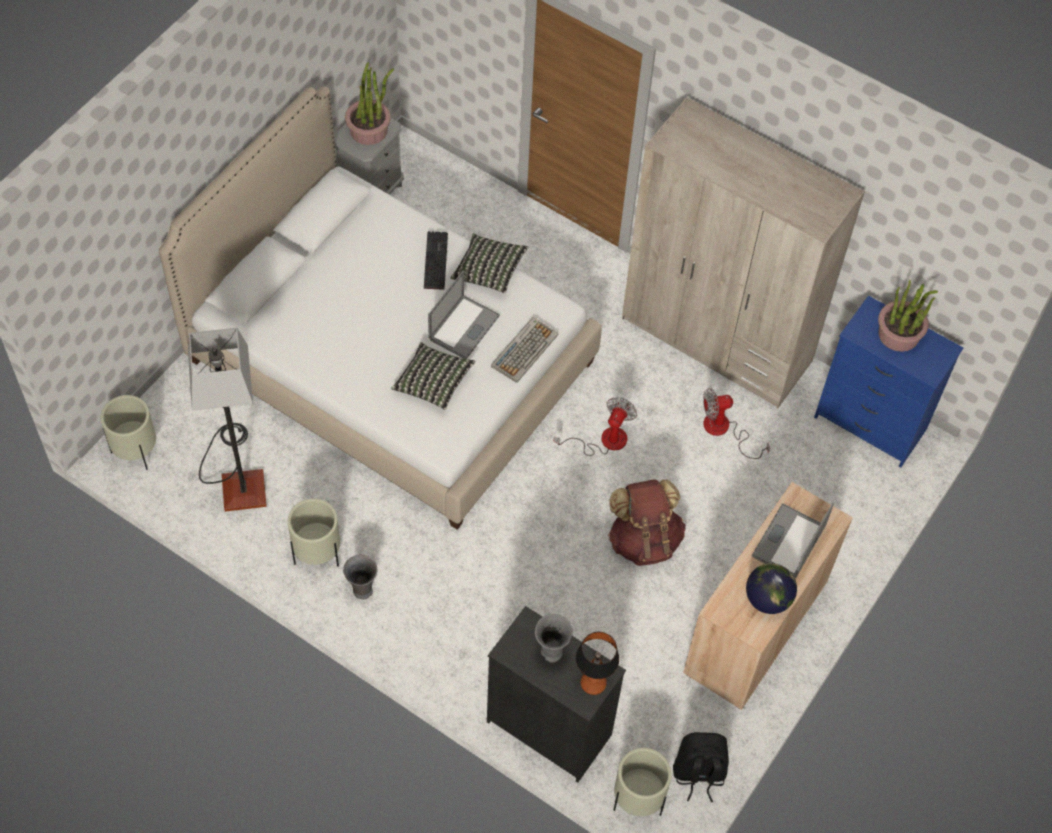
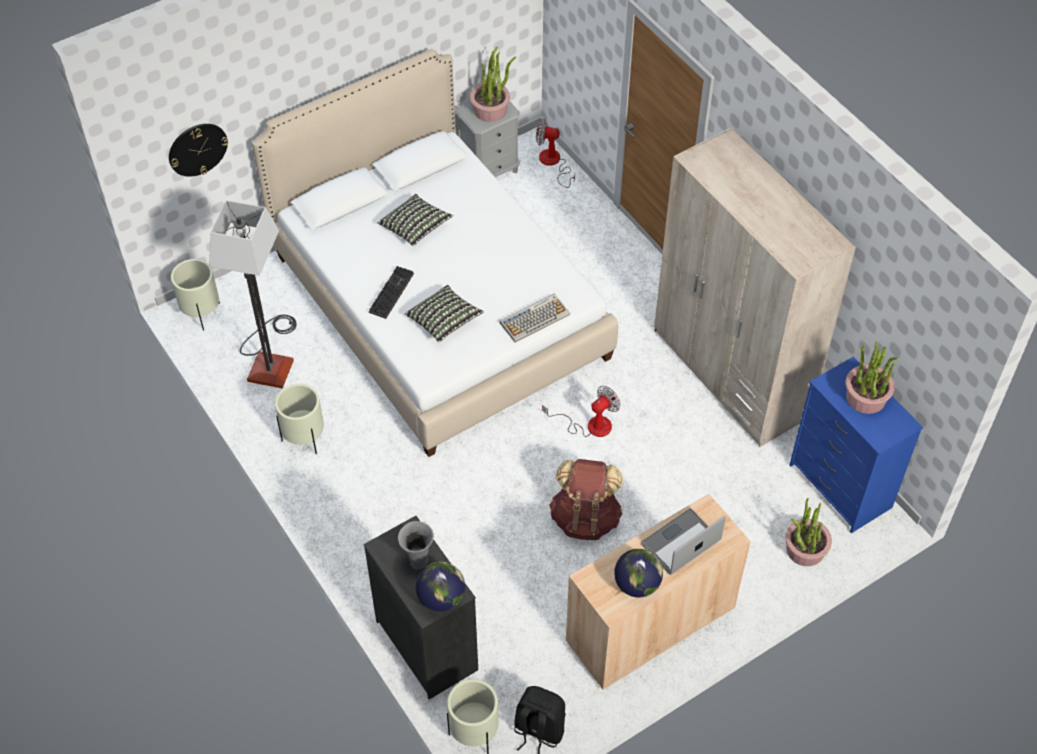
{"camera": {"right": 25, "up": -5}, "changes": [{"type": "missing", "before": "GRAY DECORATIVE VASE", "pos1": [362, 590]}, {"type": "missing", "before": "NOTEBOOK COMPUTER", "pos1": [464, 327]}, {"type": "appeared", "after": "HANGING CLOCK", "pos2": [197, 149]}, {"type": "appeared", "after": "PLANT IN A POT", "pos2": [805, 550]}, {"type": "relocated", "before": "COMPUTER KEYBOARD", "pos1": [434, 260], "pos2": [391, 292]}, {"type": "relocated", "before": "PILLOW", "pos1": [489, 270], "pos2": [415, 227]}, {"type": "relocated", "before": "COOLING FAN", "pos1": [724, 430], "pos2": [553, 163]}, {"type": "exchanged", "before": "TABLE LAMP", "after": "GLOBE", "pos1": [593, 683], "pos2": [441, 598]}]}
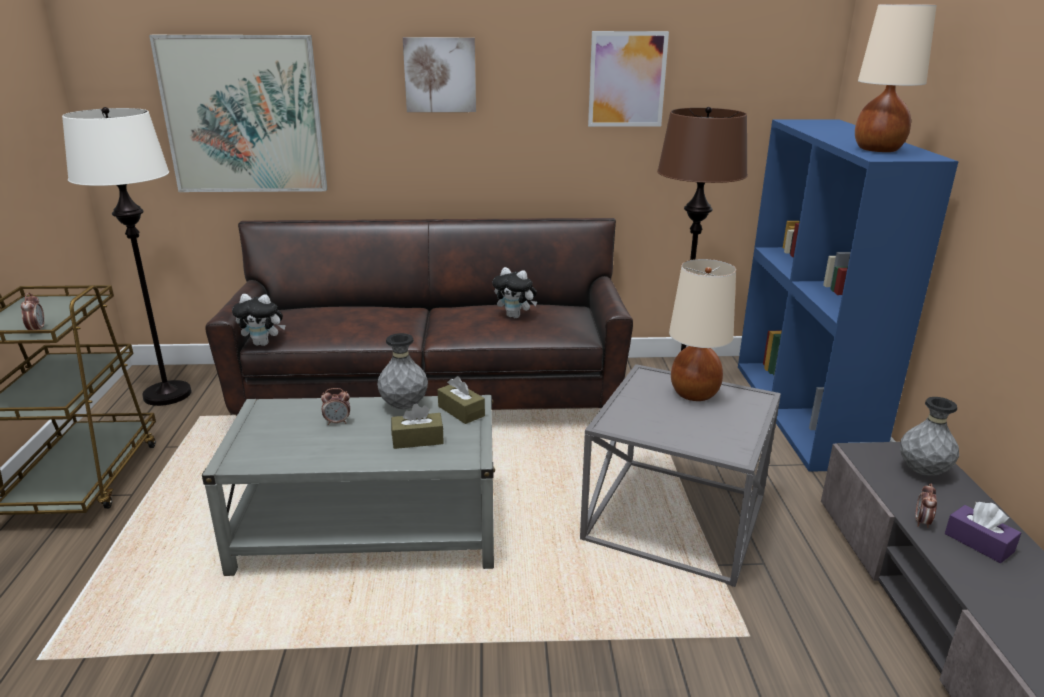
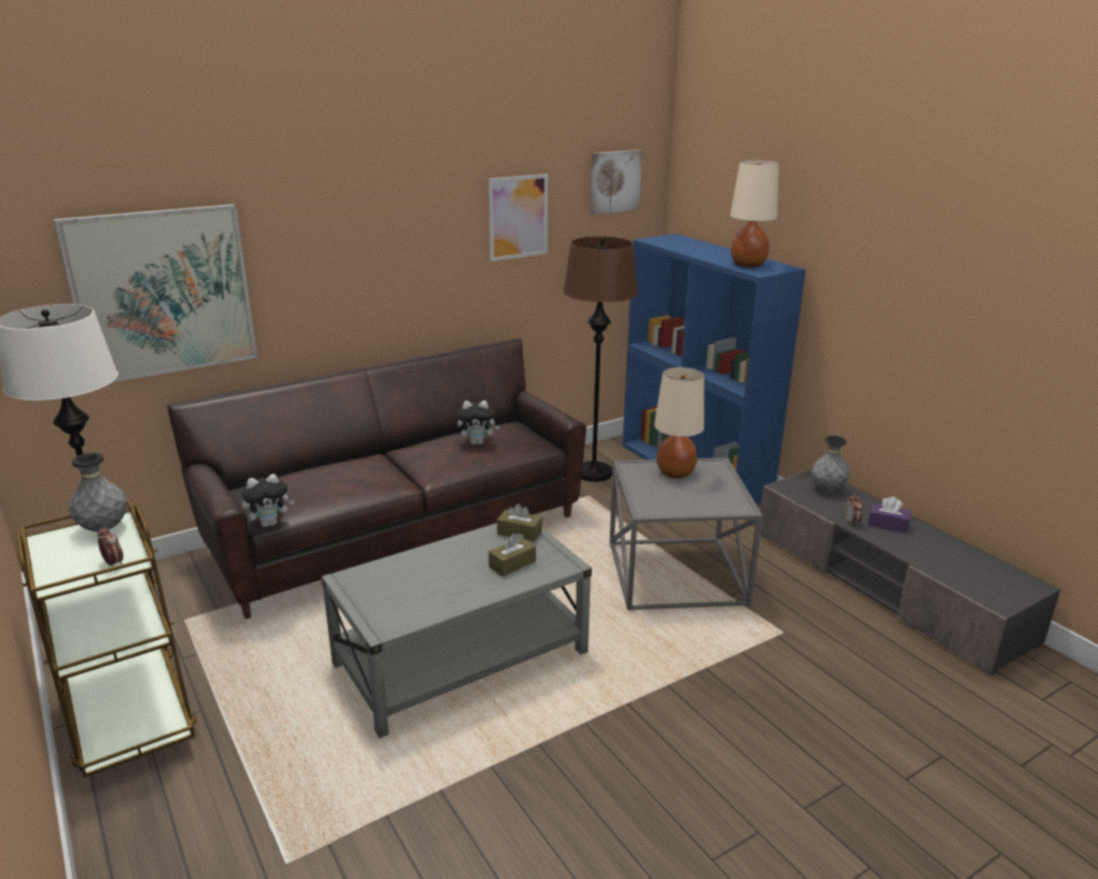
{"camera": {"right": -30, "up": 0}, "changes": [{"type": "missing", "before": "TABLE CLOCK", "pos1": [337, 422]}, {"type": "relocated", "before": "GRAY DECORATIVE VASE", "pos1": [404, 406], "pos2": [104, 528]}, {"type": "relocated", "before": "PICTURE", "pos1": [440, 75], "pos2": [614, 181]}]}
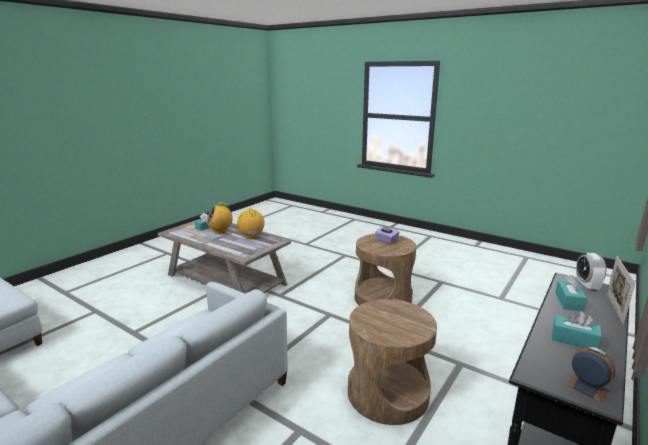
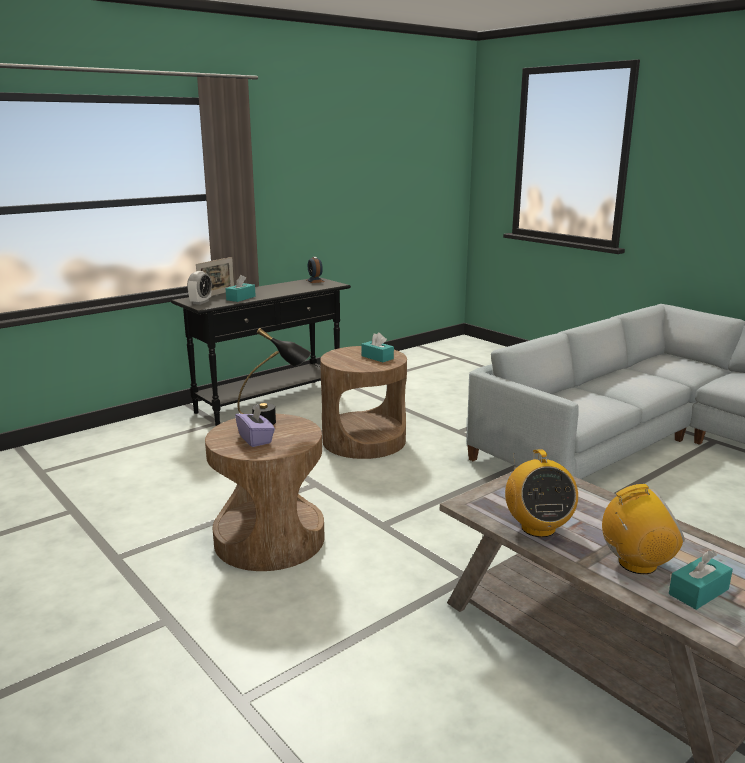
{"camera": {"right": -165, "up": 0}, "changes": [{"type": "appeared", "after": "BLACKISH TABLE LAMP", "pos2": [276, 421]}, {"type": "relocated", "before": "TURQUOISE-COLOURED TISSUE HOLDER", "pos1": [574, 340], "pos2": [377, 357]}]}
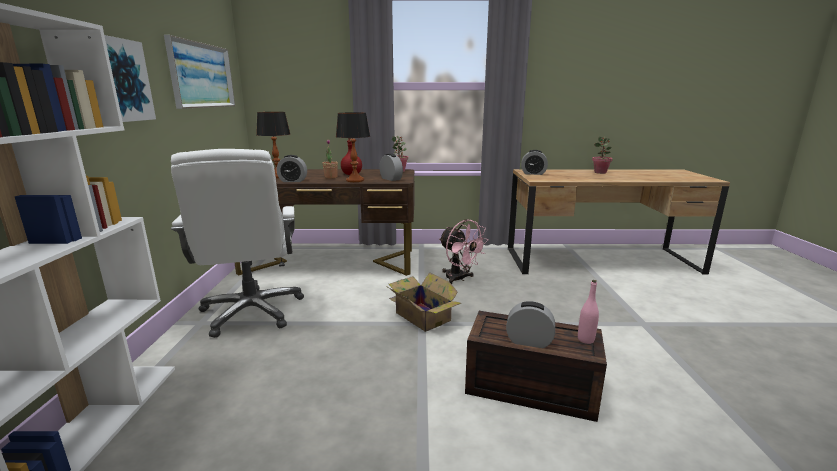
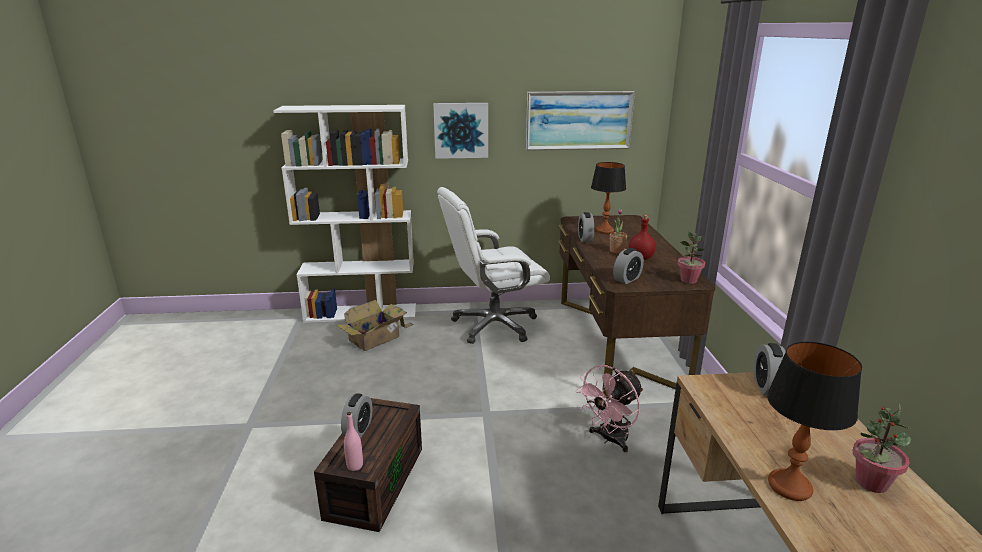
{"camera": {"right": 85, "up": 5}, "changes": [{"type": "relocated", "before": "TABLE LAMP", "pos1": [355, 180], "pos2": [790, 486]}, {"type": "relocated", "before": "PACKING BOX", "pos1": [421, 315], "pos2": [376, 338]}]}
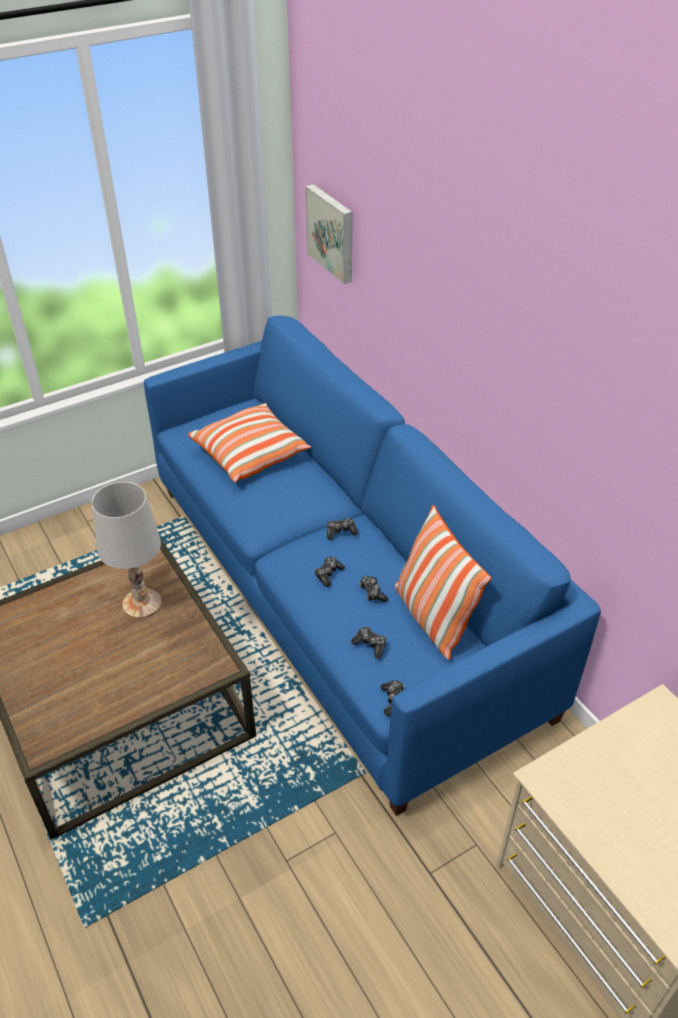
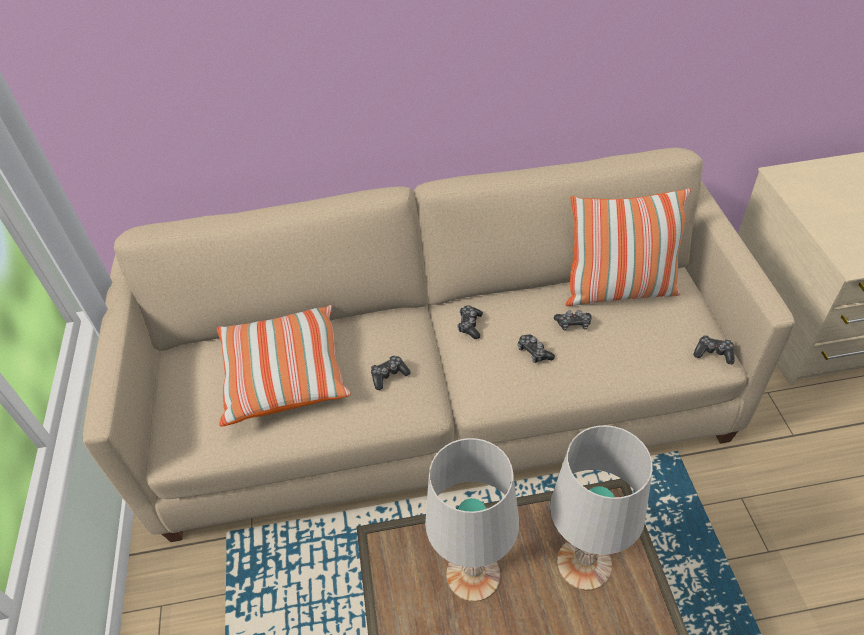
{"camera": {"right": -65, "up": 5}, "changes": [{"type": "missing", "before": "PICTURE", "pos1": [332, 233]}, {"type": "appeared", "after": "WHITE TABLE LAMP", "pos2": [585, 563]}, {"type": "relocated", "before": "GAME CONTROLLER", "pos1": [370, 645], "pos2": [389, 375]}, {"type": "colour", "before": "BLUE-COLOURED SOFA", "after": "SAND-COLOURED SOFA", "pos1": [340, 593], "pos2": [440, 403]}]}
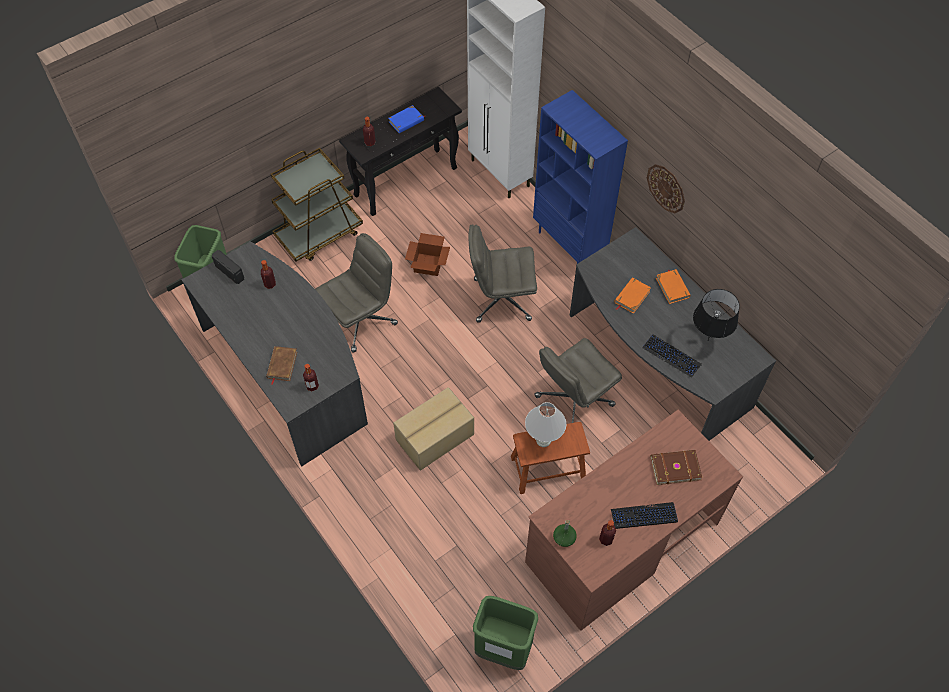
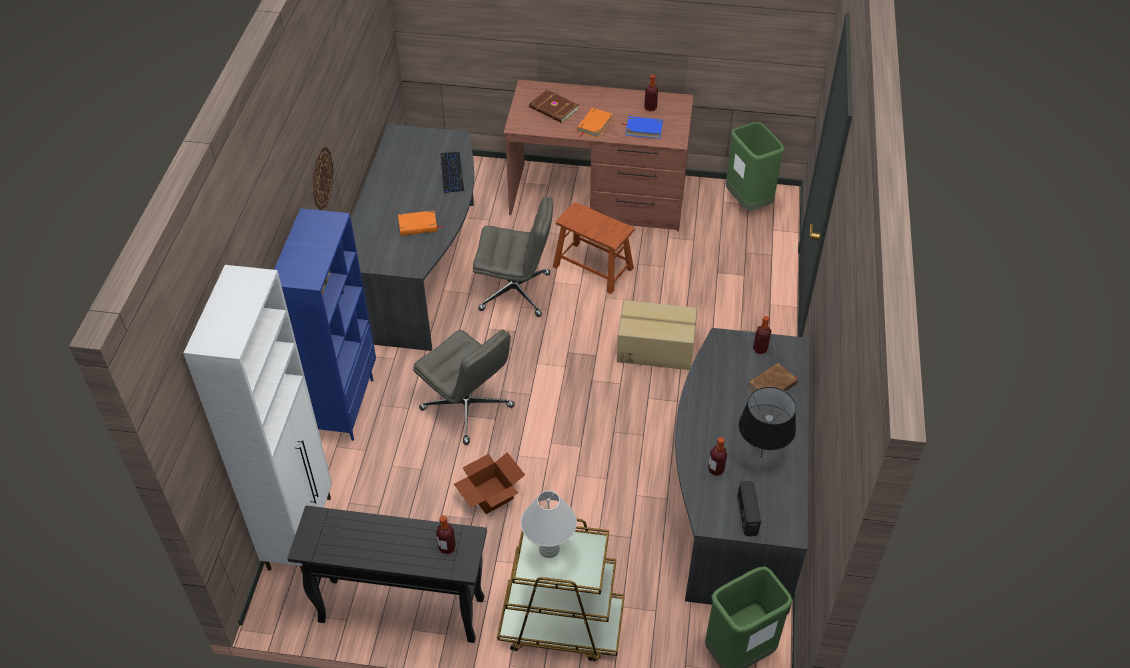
{"camera": {"right": -135, "up": -10}, "changes": [{"type": "missing", "before": "GRAY OFFICE CHAIR", "pos1": [360, 320]}, {"type": "missing", "before": "GREEN BEVERAGE BOTTLE", "pos1": [564, 538]}, {"type": "missing", "before": "COMPUTER KEYBOARD", "pos1": [643, 516]}, {"type": "relocated", "before": "BLUE-COLOURED BOUND BOOK", "pos1": [406, 121], "pos2": [643, 129]}, {"type": "relocated", "before": "WHITE TABLE LAMP", "pos1": [543, 440], "pos2": [549, 549]}, {"type": "relocated", "before": "ORANGE-COLOURED BOUND BOOK", "pos1": [672, 287], "pos2": [594, 125]}, {"type": "relocated", "before": "BLACKISH TABLE LAMP", "pos1": [707, 340], "pos2": [761, 457]}]}
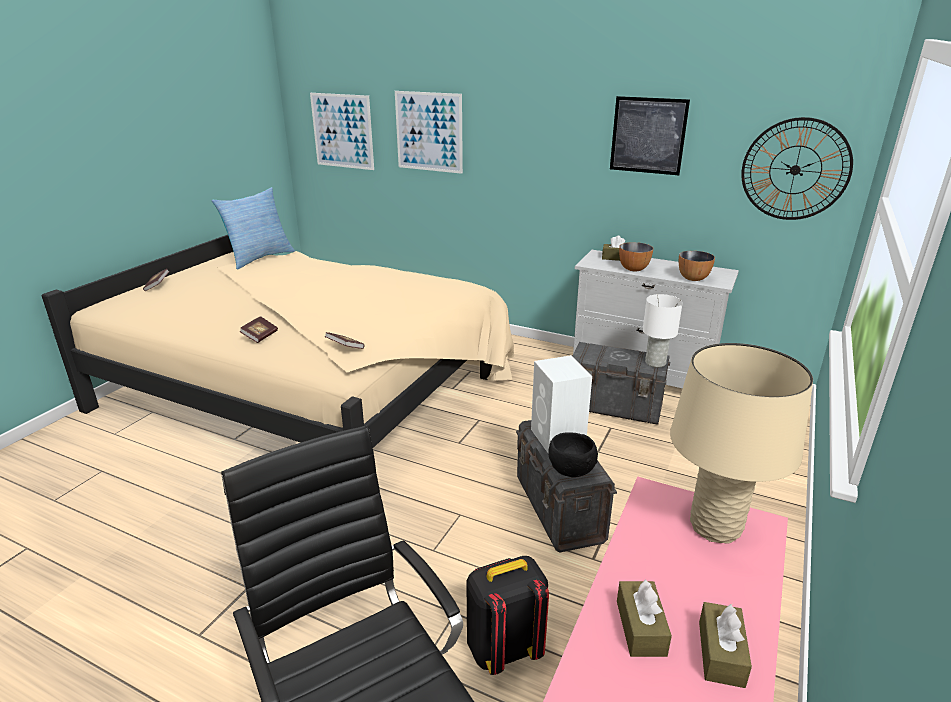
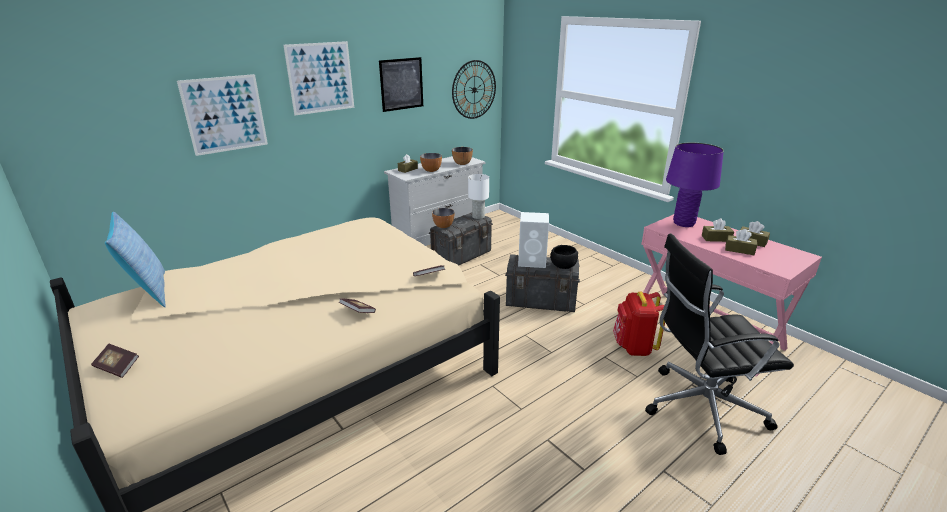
{"camera": {"right": -65, "up": 0}, "changes": [{"type": "appeared", "after": "DEEP DISH", "pos2": [443, 226]}, {"type": "appeared", "after": "BROWNISH TISSUE HOLDER", "pos2": [716, 238]}, {"type": "relocated", "before": "PICTURE", "pos1": [342, 131], "pos2": [320, 78]}, {"type": "colour", "before": "BLACKISH KNAPSACK", "after": "REDDISH KNAPSACK", "pos1": [503, 648], "pos2": [633, 347]}, {"type": "colour", "before": "SAND-COLOURED TABLE LAMP", "after": "PURPLE TABLE LAMP", "pos1": [715, 528], "pos2": [684, 223]}]}
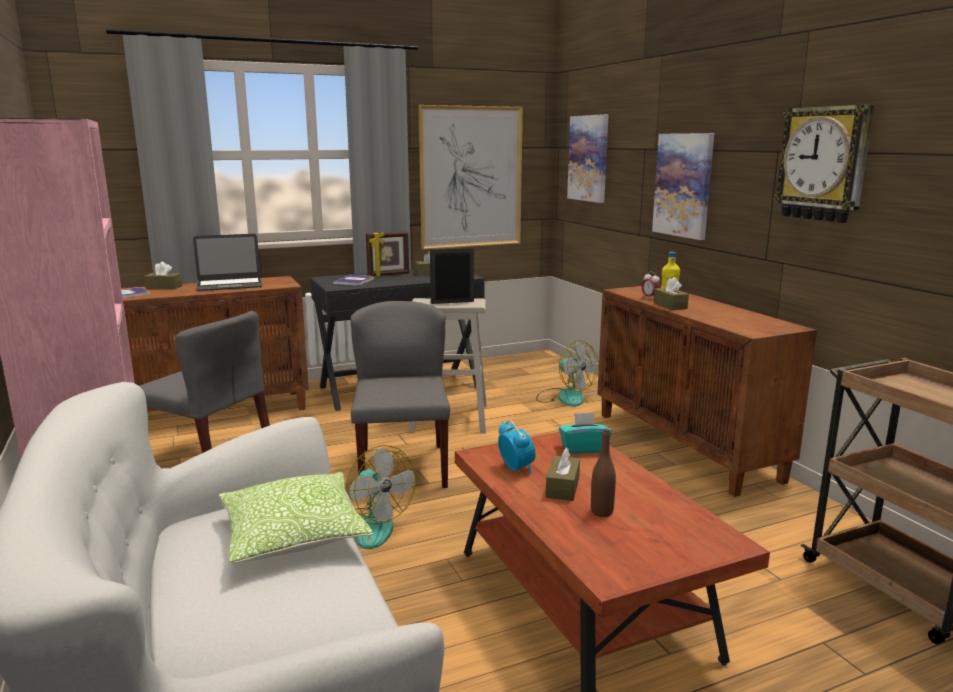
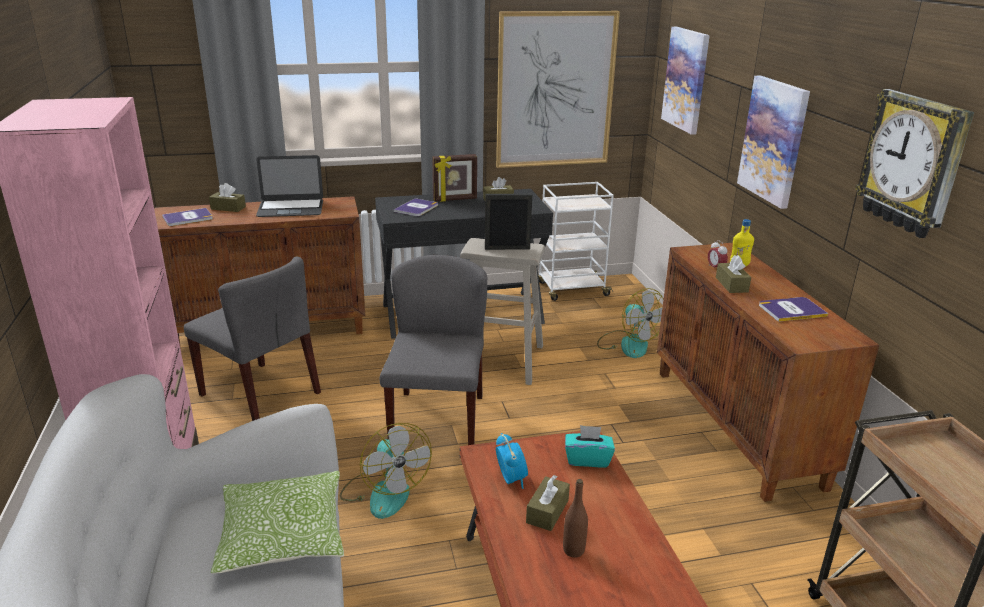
{"camera": {"right": 10, "up": 10}, "changes": [{"type": "appeared", "after": "WHITE WHEELED CART", "pos2": [571, 289]}, {"type": "appeared", "after": "BOUND BOOK", "pos2": [791, 310]}]}
